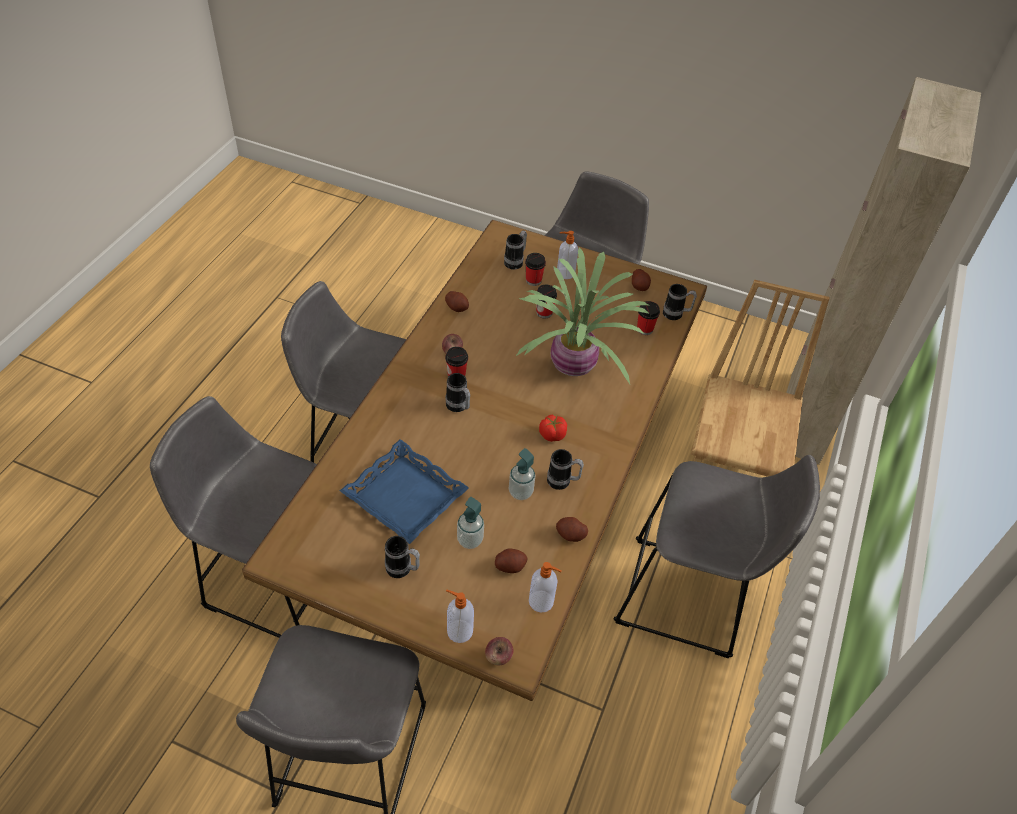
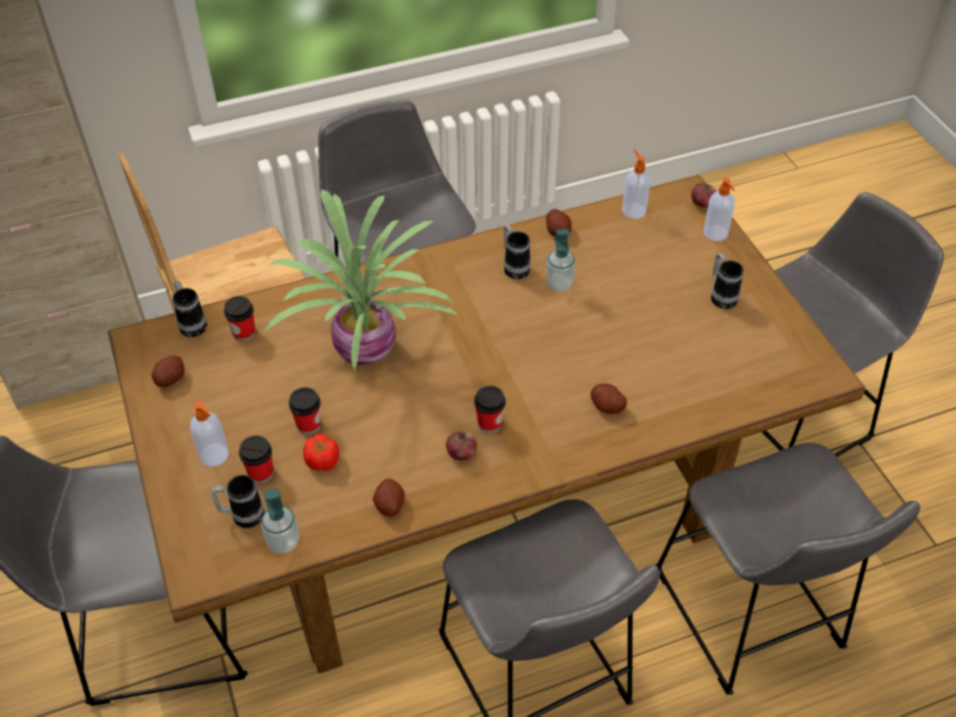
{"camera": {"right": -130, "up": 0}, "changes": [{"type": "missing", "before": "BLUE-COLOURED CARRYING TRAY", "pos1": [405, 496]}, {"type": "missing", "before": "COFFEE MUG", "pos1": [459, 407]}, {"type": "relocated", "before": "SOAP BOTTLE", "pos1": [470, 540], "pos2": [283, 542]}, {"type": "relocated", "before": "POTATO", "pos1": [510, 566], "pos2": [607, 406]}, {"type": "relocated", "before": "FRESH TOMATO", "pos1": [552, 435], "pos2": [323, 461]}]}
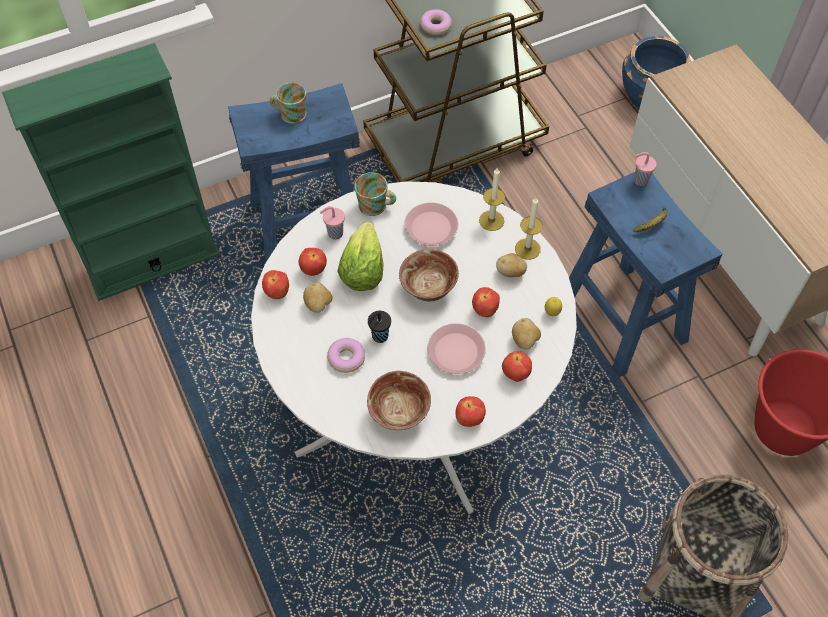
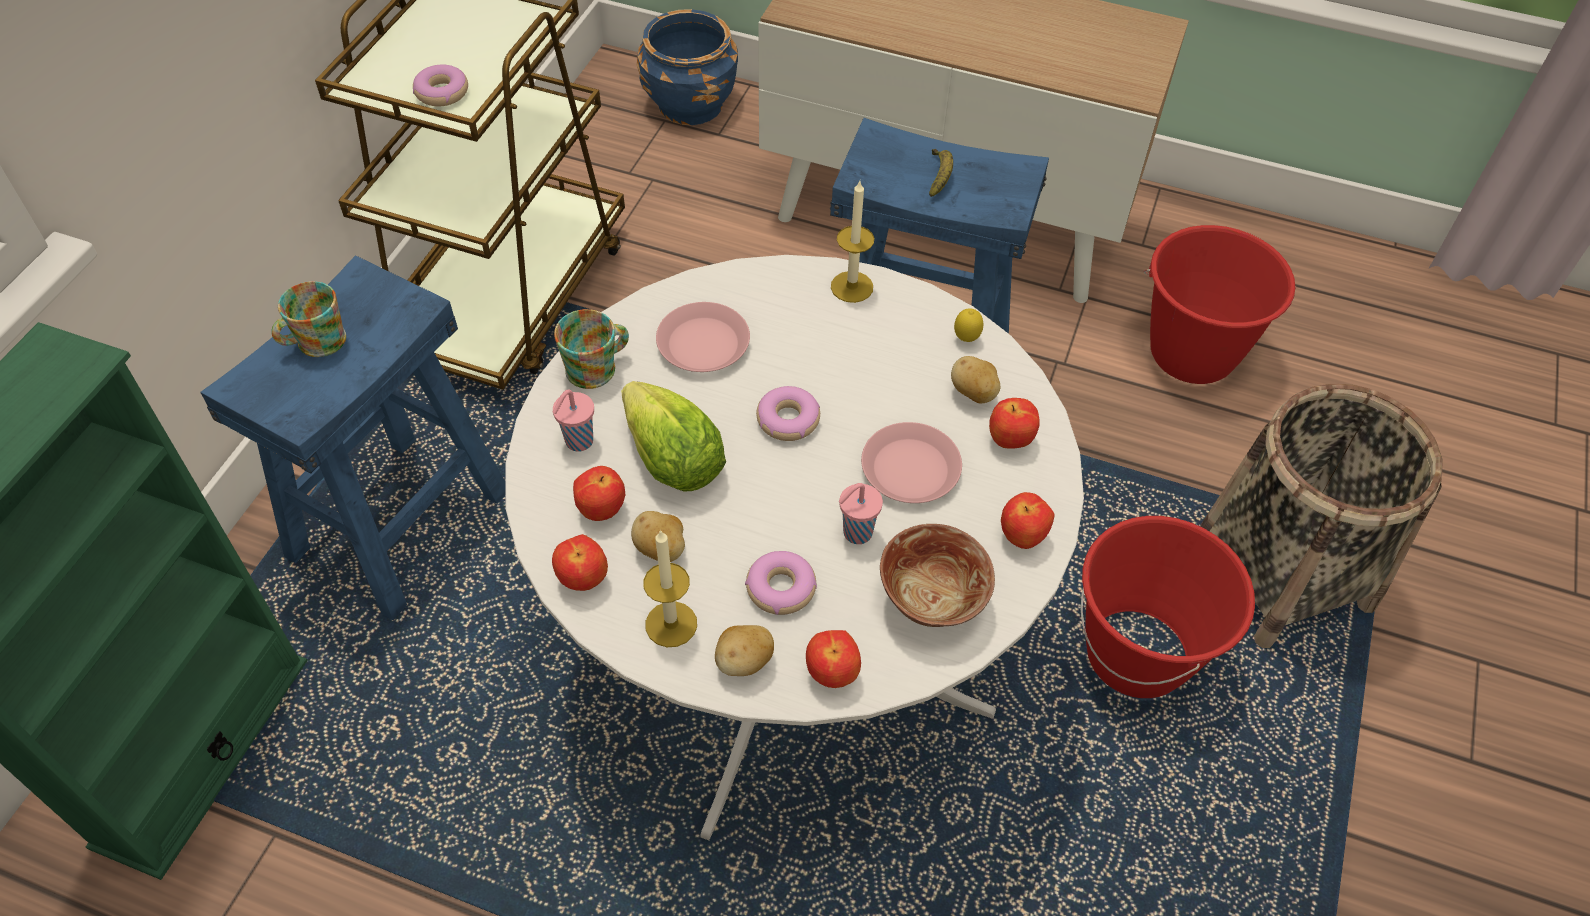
{"camera": {"right": -45, "up": -5}, "changes": [{"type": "missing", "before": "BLACKISH CUP", "pos1": [379, 337]}, {"type": "appeared", "after": "REDDISH PAIL", "pos2": [1137, 655]}, {"type": "relocated", "before": "APPLE", "pos1": [485, 311], "pos2": [832, 674]}, {"type": "relocated", "before": "WAX LIGHT", "pos1": [491, 220], "pos2": [671, 624]}, {"type": "relocated", "before": "POTATO", "pos1": [510, 272], "pos2": [744, 662]}, {"type": "relocated", "before": "PINK-COLOURED CUP", "pos1": [639, 180], "pos2": [856, 533]}, {"type": "exchanged", "before": "DEEP DISH", "after": "RING DOUGHNUT", "pos1": [428, 289], "pos2": [788, 420]}]}
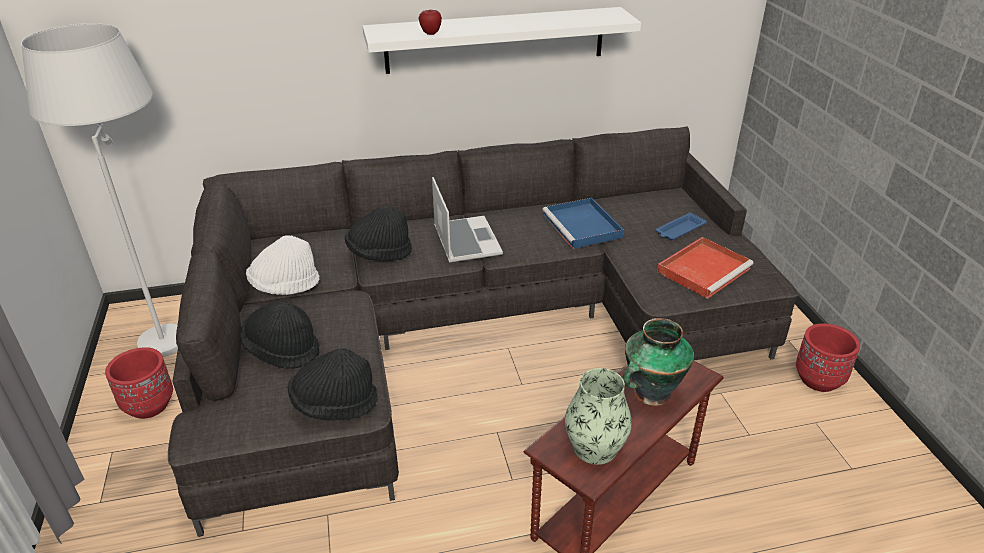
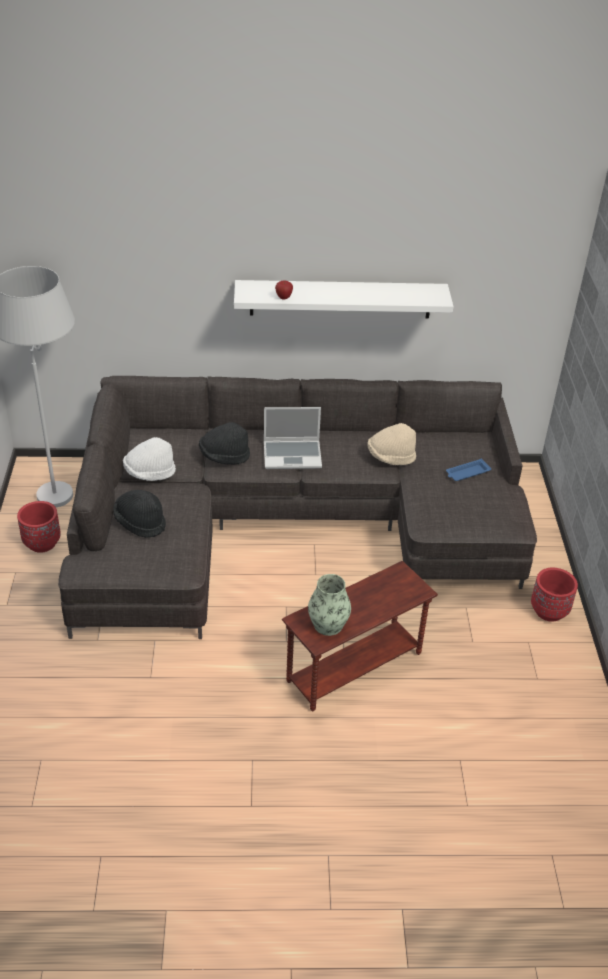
{"camera": {"right": 10, "up": 5}, "changes": [{"type": "missing", "before": "BLACKISH CLOTHING HAT", "pos1": [334, 404]}, {"type": "missing", "before": "DECORATIVE VASE", "pos1": [650, 394]}, {"type": "missing", "before": "REDDISH CARRYING TRAY", "pos1": [704, 269]}, {"type": "exchanged", "before": "BLUE-COLOURED CARRYING TRAY", "after": "SAND-COLOURED CLOTHING HAT", "pos1": [583, 226], "pos2": [390, 457]}, {"type": "spun", "before": "NOTEBOOK COMPUTER", "pos1": [465, 240], "pos2": [293, 455], "turn": 90}]}
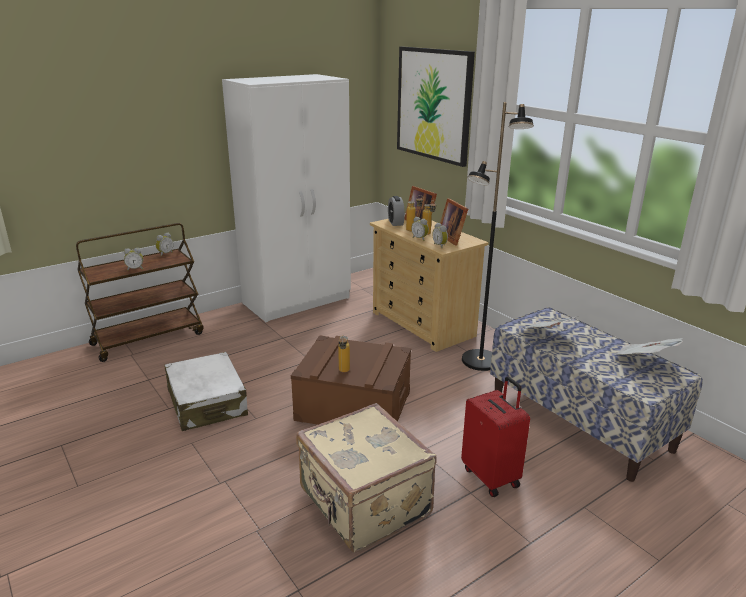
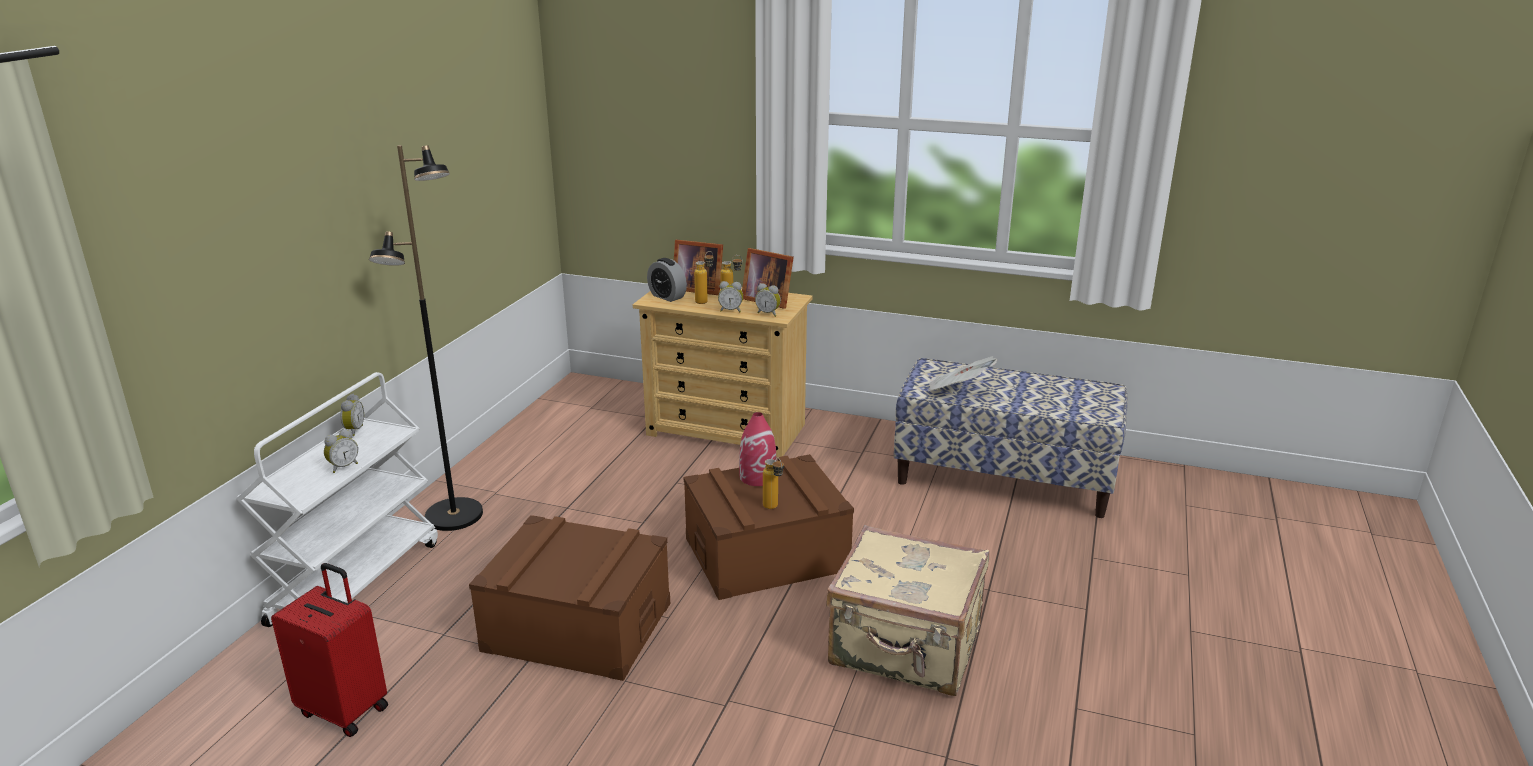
{"camera": {"right": -35, "up": 0}, "changes": [{"type": "missing", "before": "WHITE ARMOIRE", "pos1": [298, 301]}, {"type": "missing", "before": "PICTURE", "pos1": [434, 104]}, {"type": "missing", "before": "NEWSPAPER", "pos1": [644, 360]}, {"type": "appeared", "after": "REDDISH DECORATIVE VASE", "pos2": [758, 477]}, {"type": "relocated", "before": "REDDISH TRAVEL CASE", "pos1": [491, 476], "pos2": [345, 709]}, {"type": "relocated", "before": "BLACKISH STANDARD LAMP", "pos1": [480, 361], "pos2": [454, 516]}, {"type": "exchanged", "before": "WHITE TRAVEL CASE", "after": "BROWNISH STORAGE CONTAINER", "pos1": [207, 403], "pos2": [577, 627]}, {"type": "colour", "before": "BROWNISH WHEELED CART", "after": "WHITE WHEELED CART", "pos1": [148, 338], "pos2": [356, 581]}]}
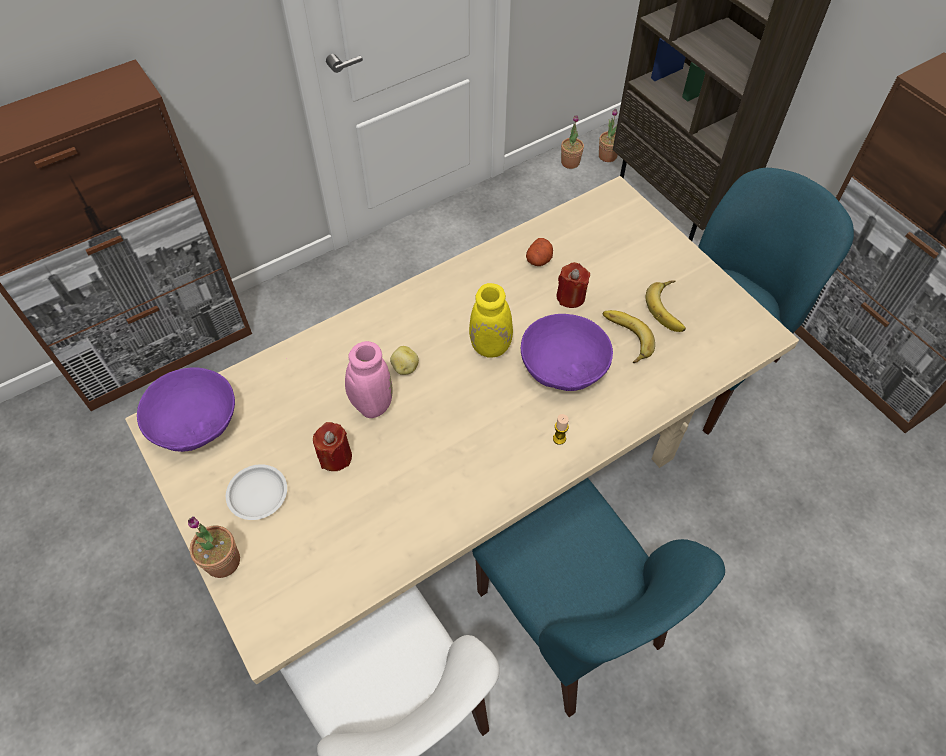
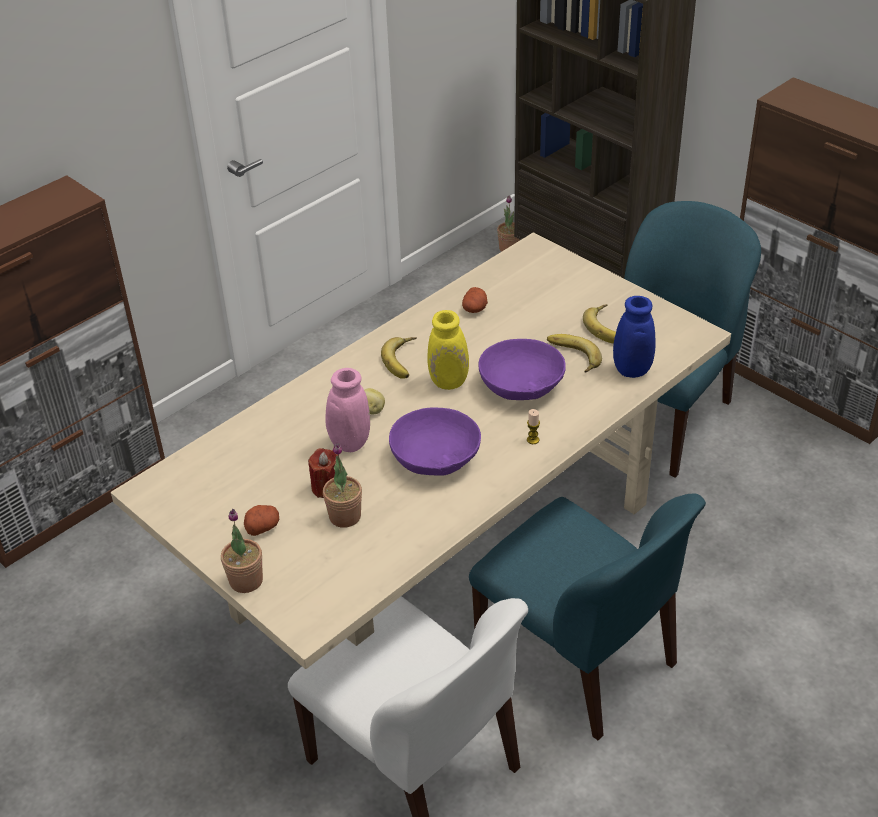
{"camera": {"right": -10, "up": -15}, "changes": [{"type": "missing", "before": "REDDISH WAX LIGHT", "pos1": [570, 297]}, {"type": "appeared", "after": "WHOLE BANANA", "pos2": [404, 360]}, {"type": "appeared", "after": "BLUE-COLOURED DECORATIVE VASE", "pos2": [630, 372]}, {"type": "relocated", "before": "PURPLE DEEP DISH", "pos1": [195, 421], "pos2": [436, 457]}, {"type": "relocated", "before": "PLANT IN A POT", "pos1": [570, 162], "pos2": [345, 516]}, {"type": "exchanged", "before": "WHITE FLAT DISH", "after": "POTATO", "pos1": [258, 494], "pos2": [262, 527]}]}
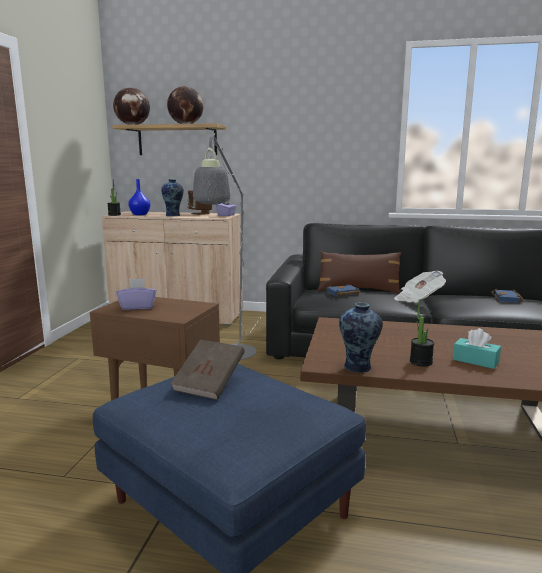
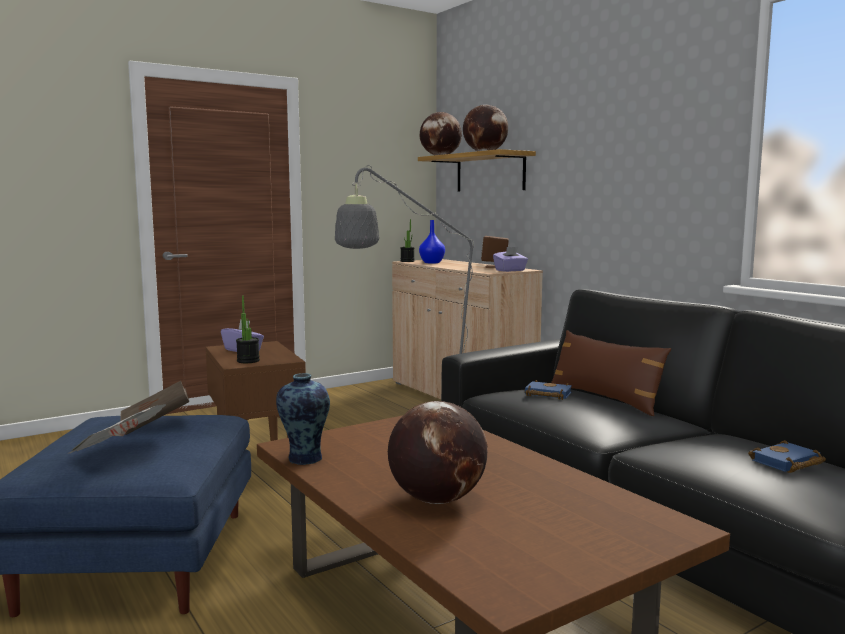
{"camera": {"right": 45, "up": -5}, "changes": [{"type": "missing", "before": "DECORATIVE VASE", "pos1": [173, 215]}, {"type": "relocated", "before": "NEWSPAPER", "pos1": [418, 299], "pos2": [119, 452]}, {"type": "relocated", "before": "PLANT IN A POT", "pos1": [421, 362], "pos2": [248, 361]}, {"type": "exchanged", "before": "TURQUOISE-COLOURED TISSUE HOLDER", "after": "GLOBE", "pos1": [475, 361], "pos2": [436, 499]}]}
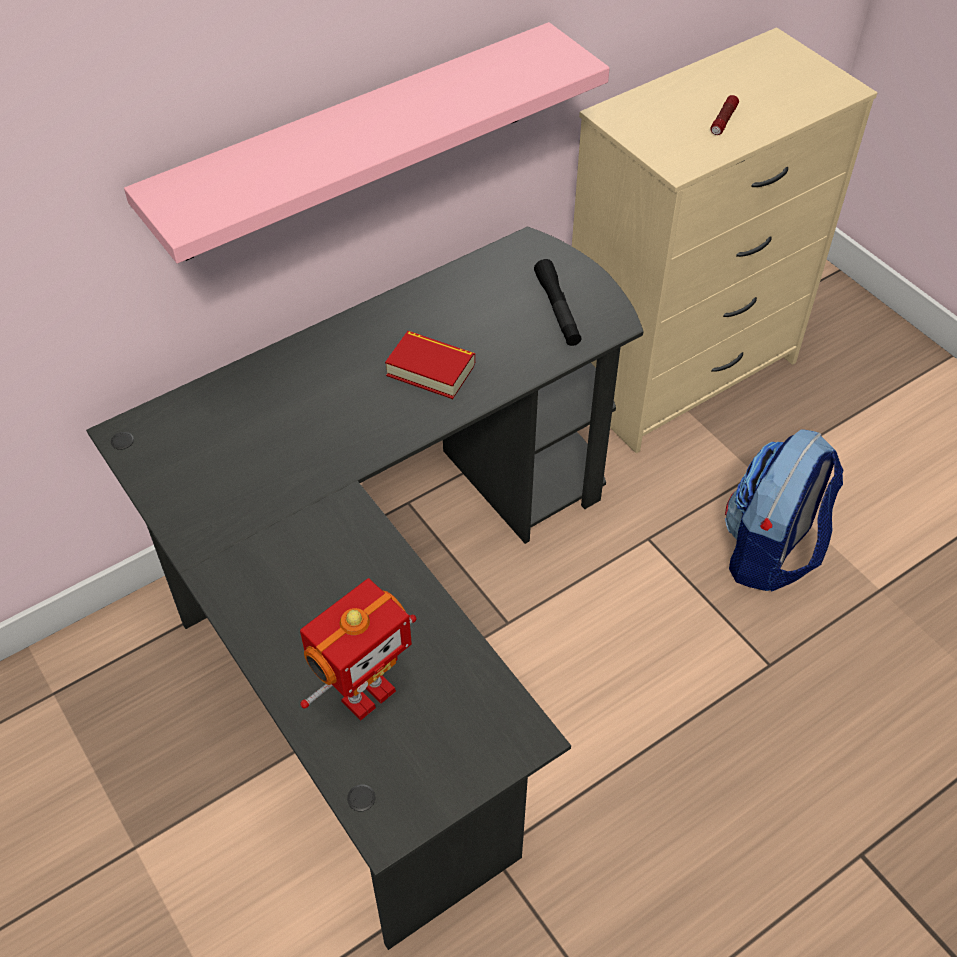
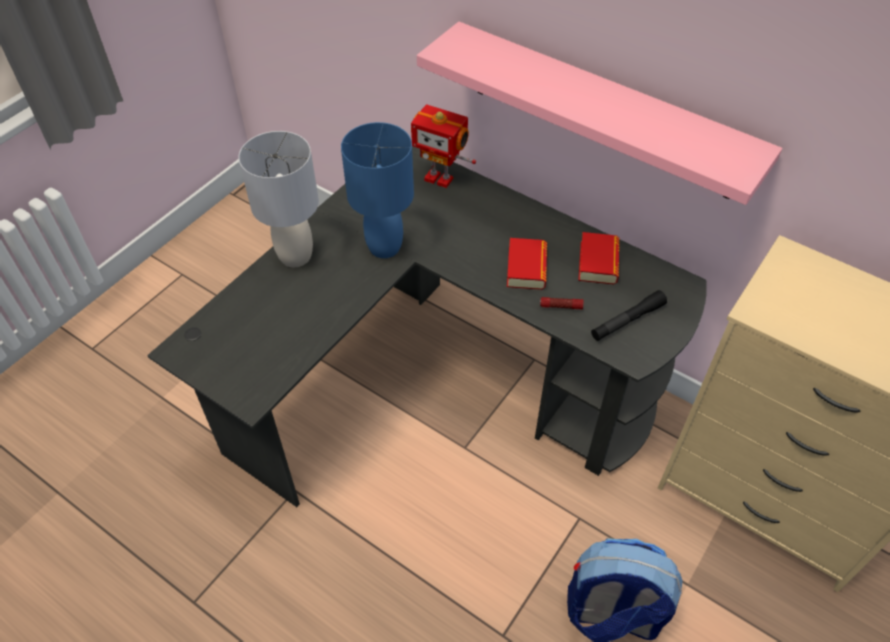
{"camera": {"right": 70, "up": 0}, "changes": [{"type": "appeared", "after": "GRAY TABLE LAMP", "pos2": [296, 256]}, {"type": "appeared", "after": "BLUE-COLOURED TABLE LAMP", "pos2": [385, 247]}, {"type": "appeared", "after": "BOUND BOOK", "pos2": [598, 263]}, {"type": "relocated", "before": "TOY ROBOT", "pos1": [366, 693], "pos2": [439, 178]}, {"type": "relocated", "before": "HAND TORCH", "pos1": [723, 121], "pos2": [561, 306]}]}
